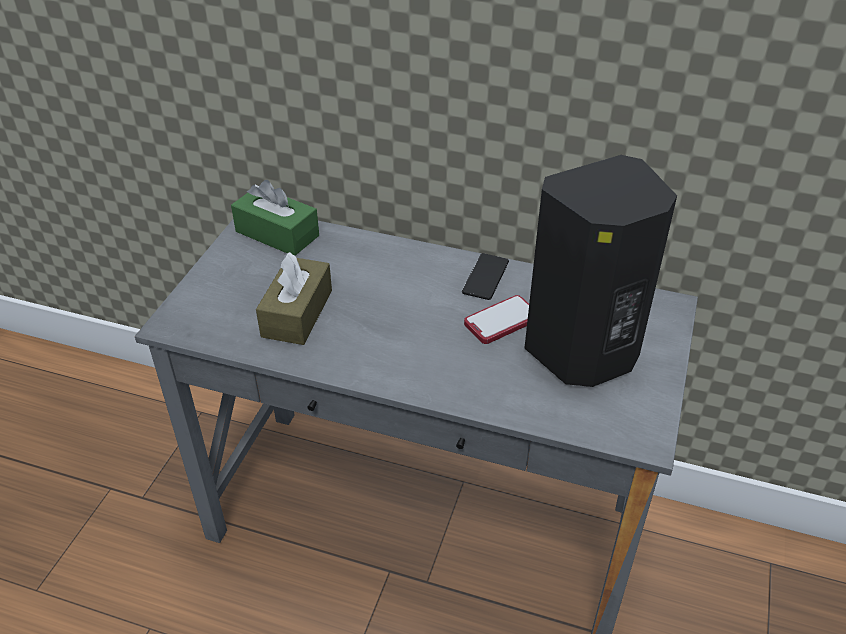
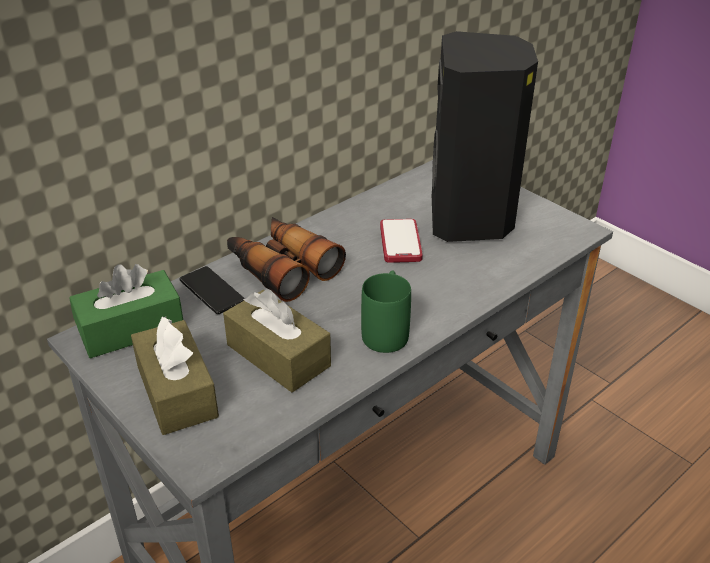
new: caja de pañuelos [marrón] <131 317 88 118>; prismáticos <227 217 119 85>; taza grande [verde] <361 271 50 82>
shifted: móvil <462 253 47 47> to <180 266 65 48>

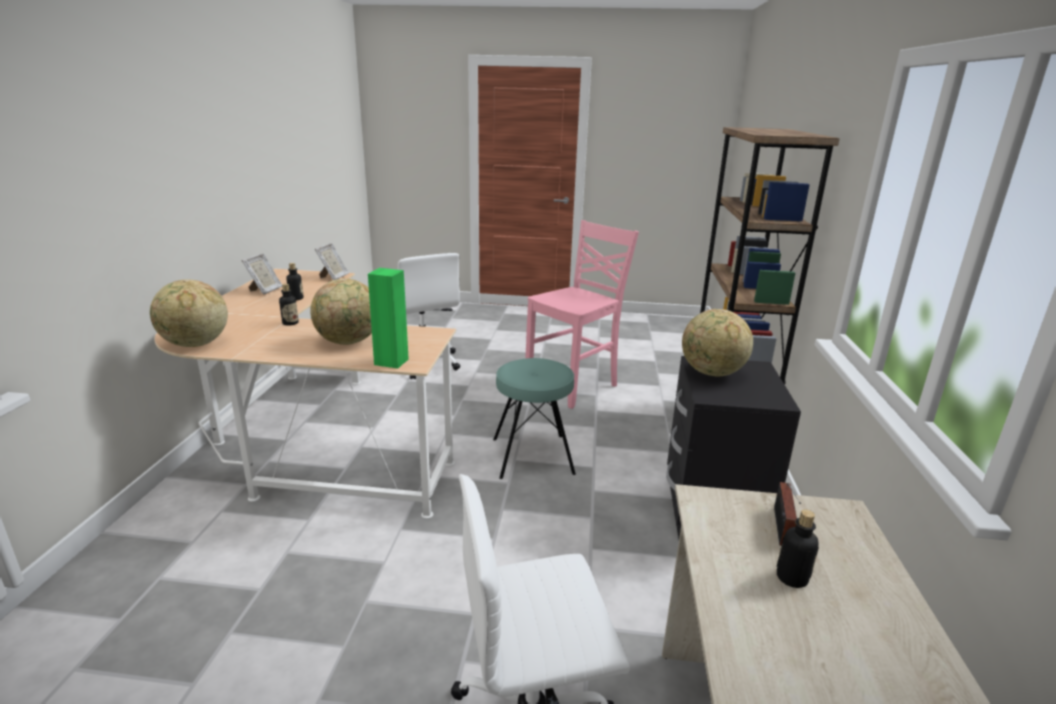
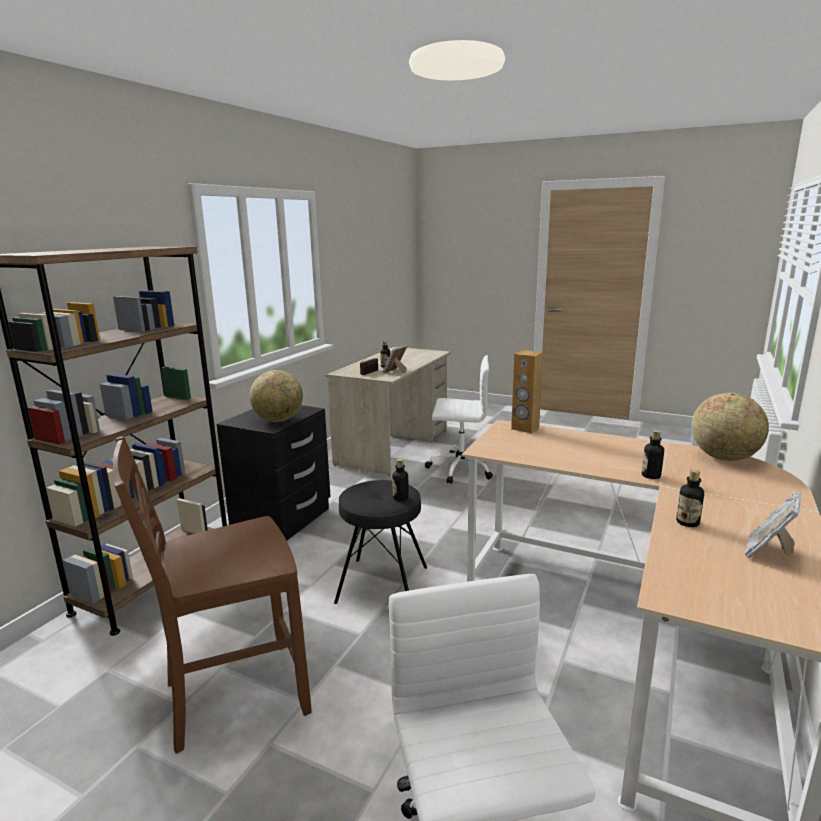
gone: globo terráqueo <310 278 62 67>
new: botella <392 459 17 42>
shifted: portarretratos <315 243 34 37> to <383 345 24 28>
repainted: altavoz [verde] <368 268 41 101> to altavoz [marrón] <511 350 32 83>; taburete [turquesa] <493 358 83 121> to taburete [negro] <334 480 93 124>; silla [rosa] <525 220 114 189> to silla [marrón] <112 436 200 318>

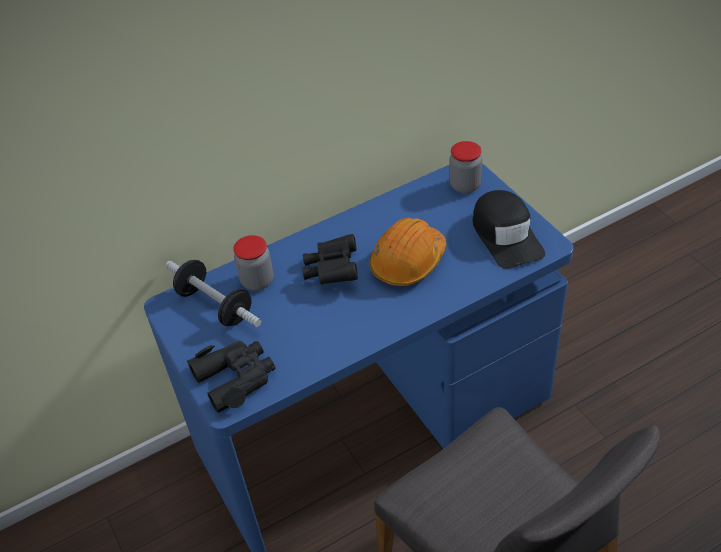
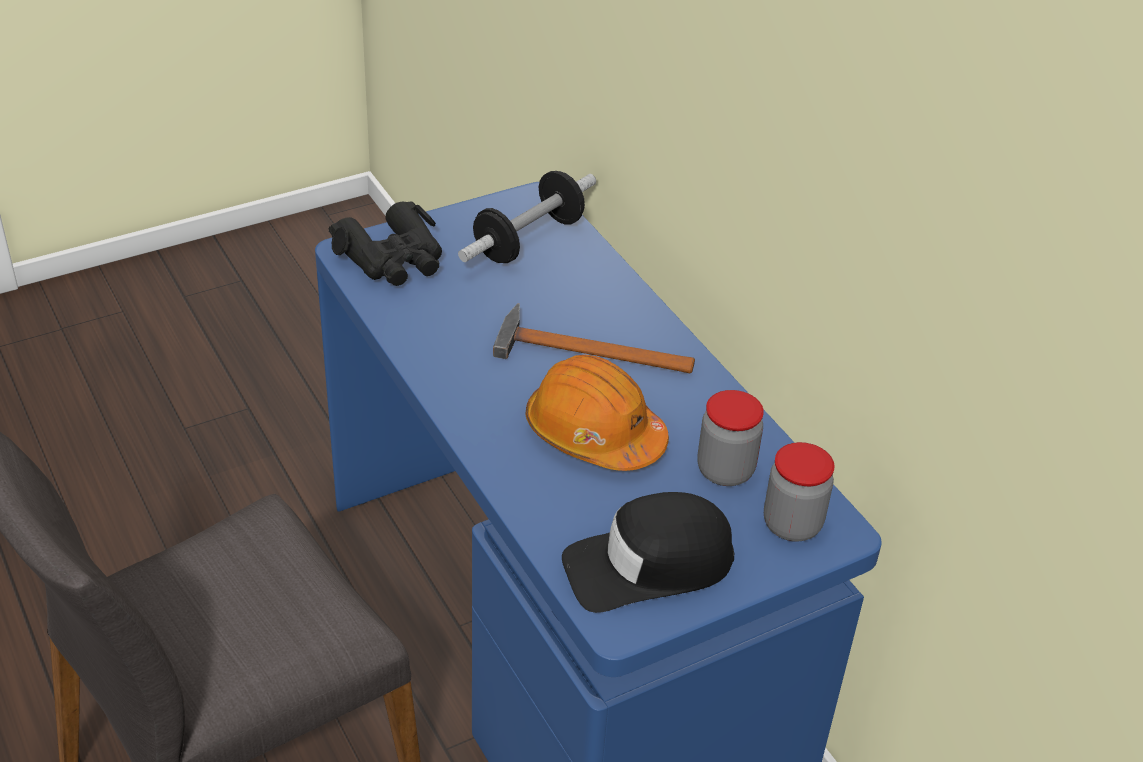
shifted: tarro <233 235 40 56> to <698 390 66 96>
swapped: prismáticos [negro] <302 234 56 51> to martillo <493 303 202 70>

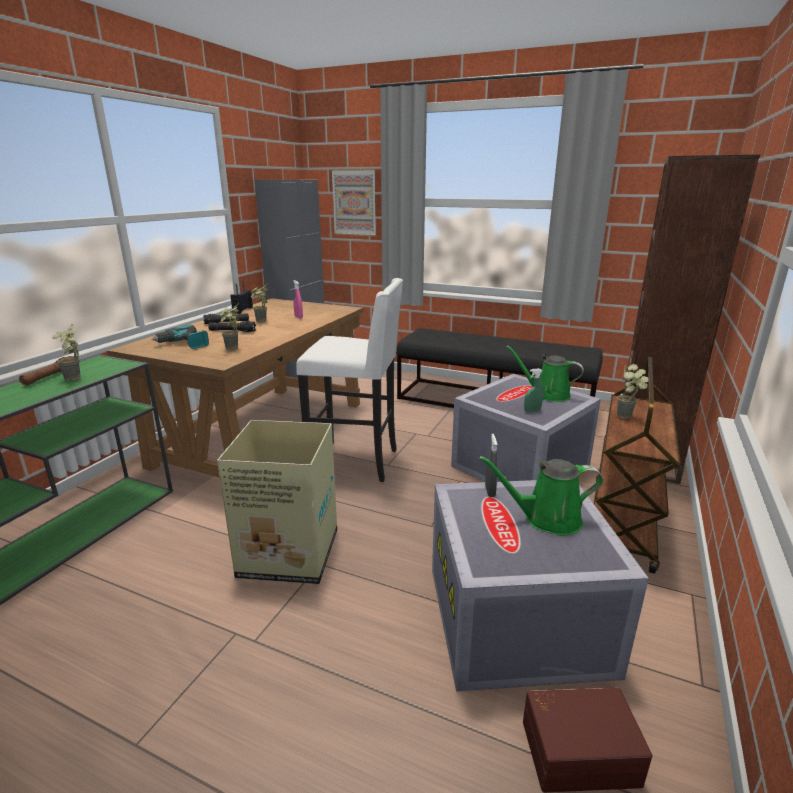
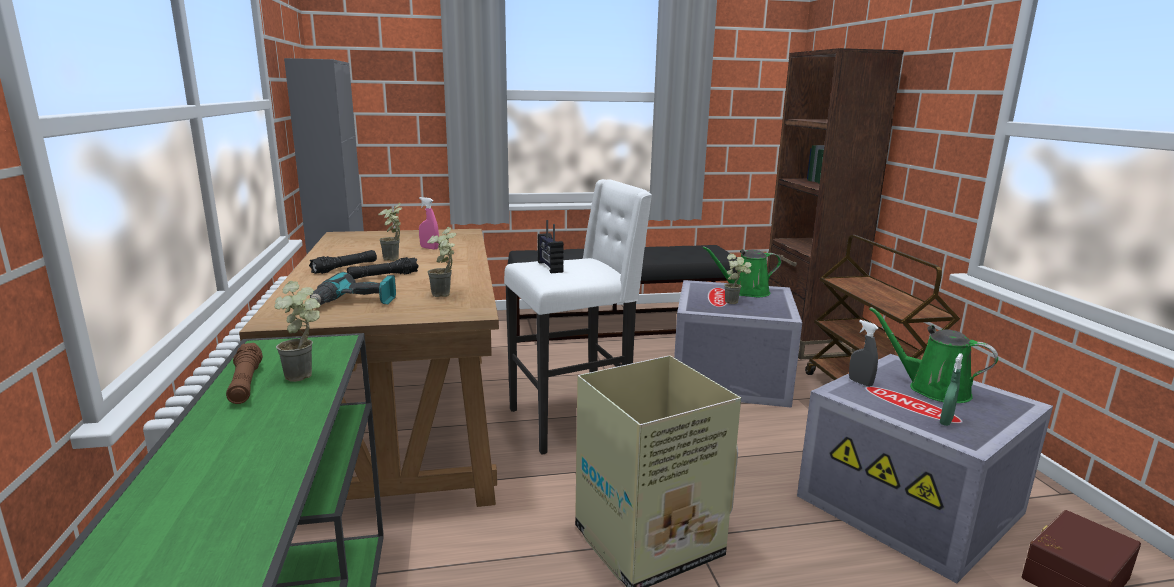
gone: cuadro <331 169 45 67>
shifted: radio <230 281 23 33> to <538 220 26 53>; pulverizador [verde] <524 368 19 44> to <940 353 23 73>; planta en maceta <617 364 31 55> to <724 253 28 51>
rotated: regadera [verde] <479 456 124 79> = <869 307 129 96> 75 degrees clockwise

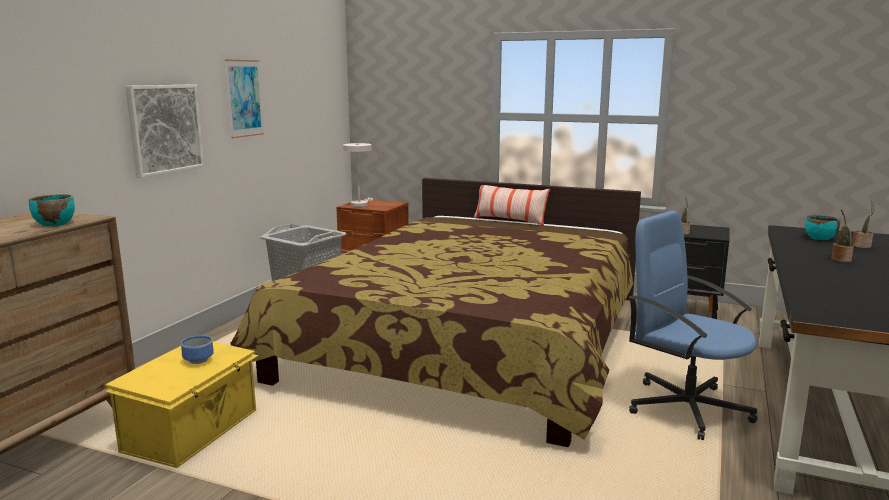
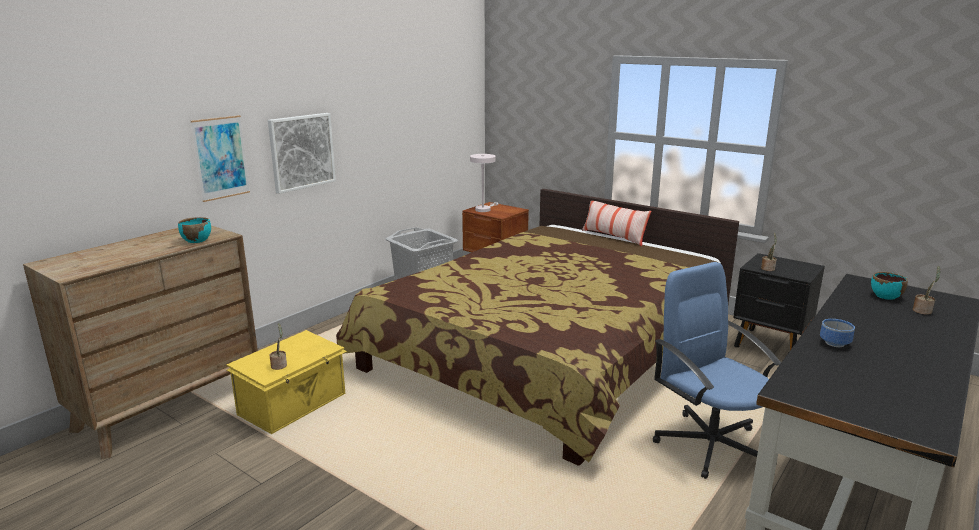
shifted: cuenco <181 335 33 29> to <820 319 35 28>; cuadro <225 59 39 79> to <191 115 59 87>; planta en maceta <831 209 23 53> to <269 323 18 47>

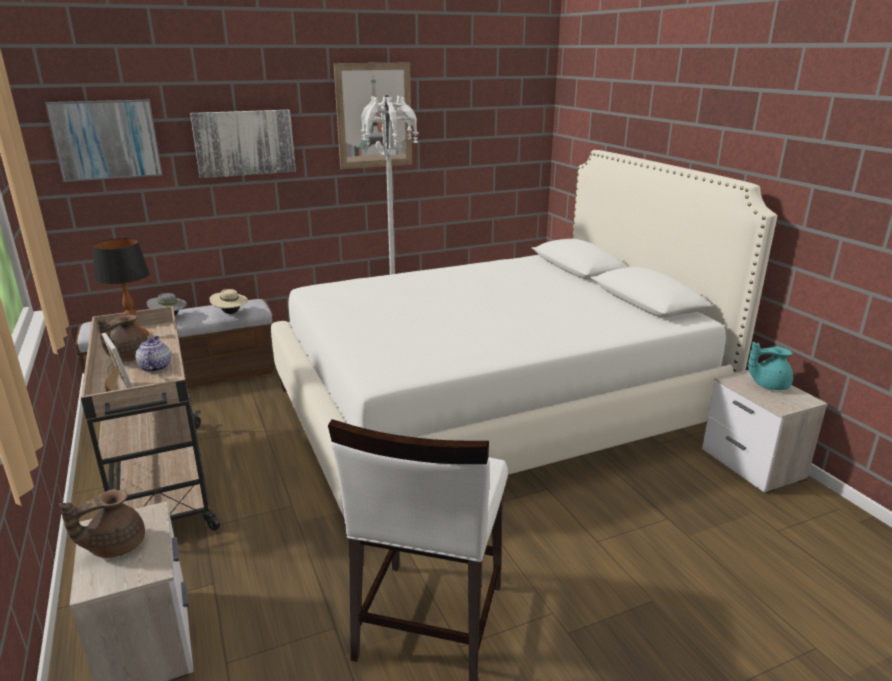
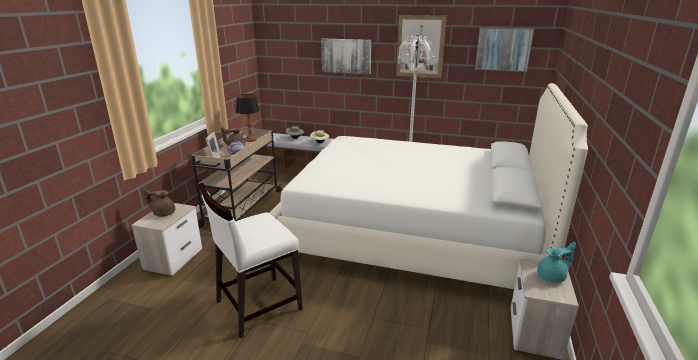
shifted: cuadro <45 99 118 83> to <475 27 59 45>
rotated: tetera [turquesa] <748 341 45 49> = <537 242 39 41> 120 degrees clockwise

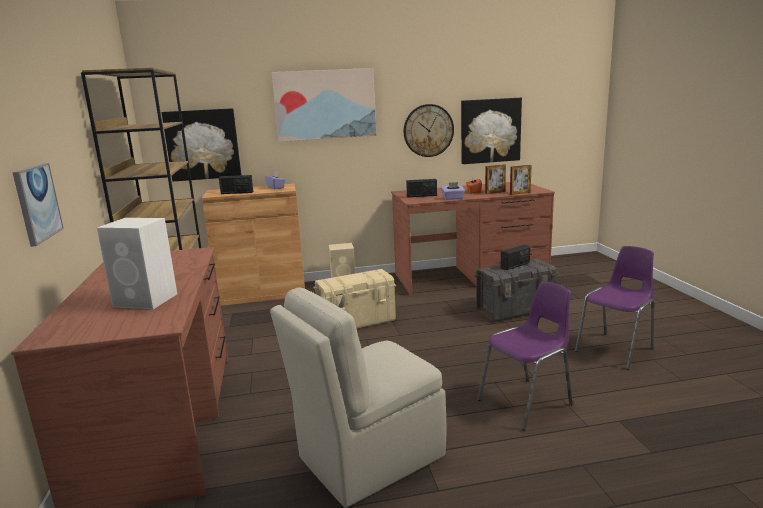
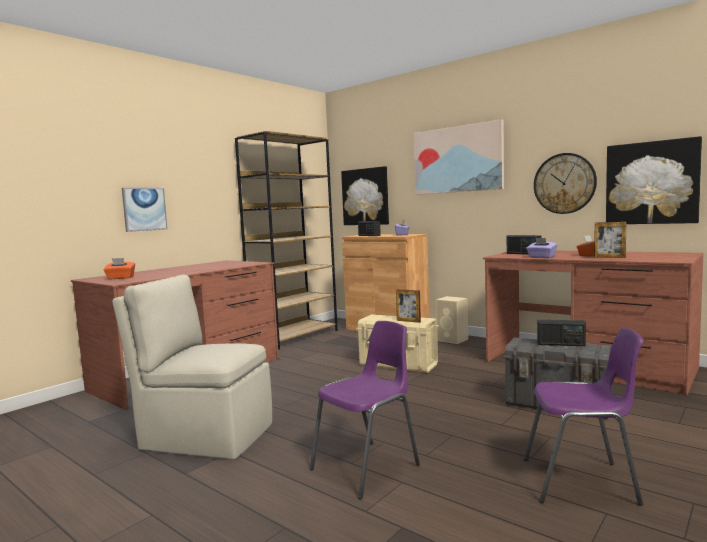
gone: altavoz [blanco] <97 218 80 91>
new: caja de pañuelos [naranja] <103 258 32 21>
shifted: portarretratos <510 165 22 30> to <396 289 25 34>
rotated: silla [morado] <478 281 95 150> = <310 321 110 178> 60 degrees counterclockwise

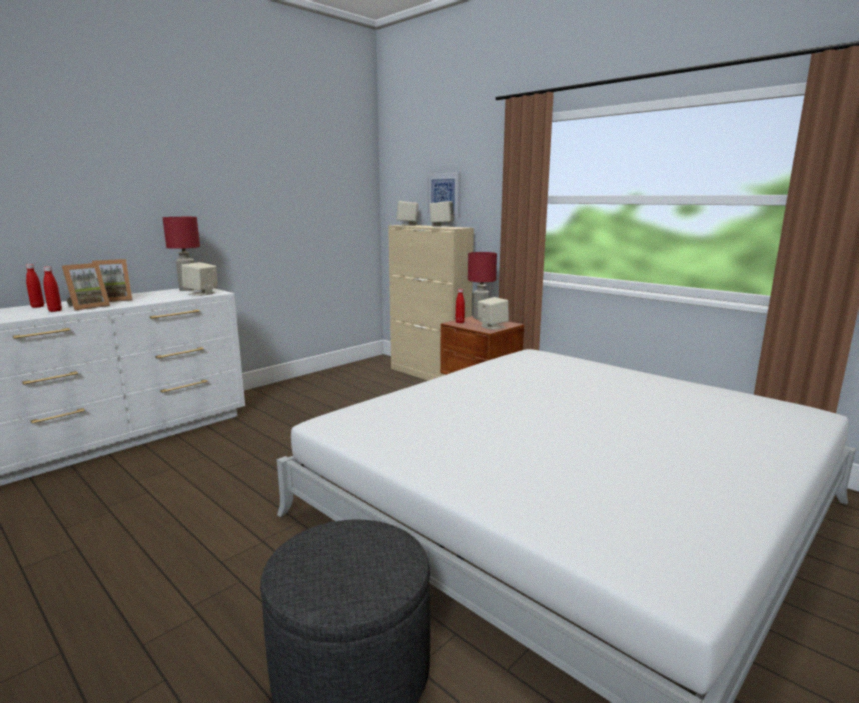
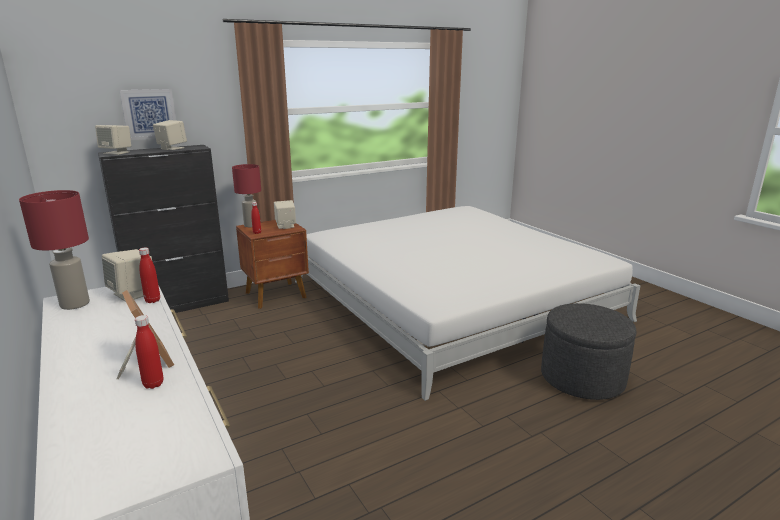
gone: portarretratos <92 259 40 43>
shifted: botella [rojo] <26 264 18 44> to <139 248 21 55>
repainted: armario [beis] <388 225 86 156> to armario [negro] <98 145 131 168>

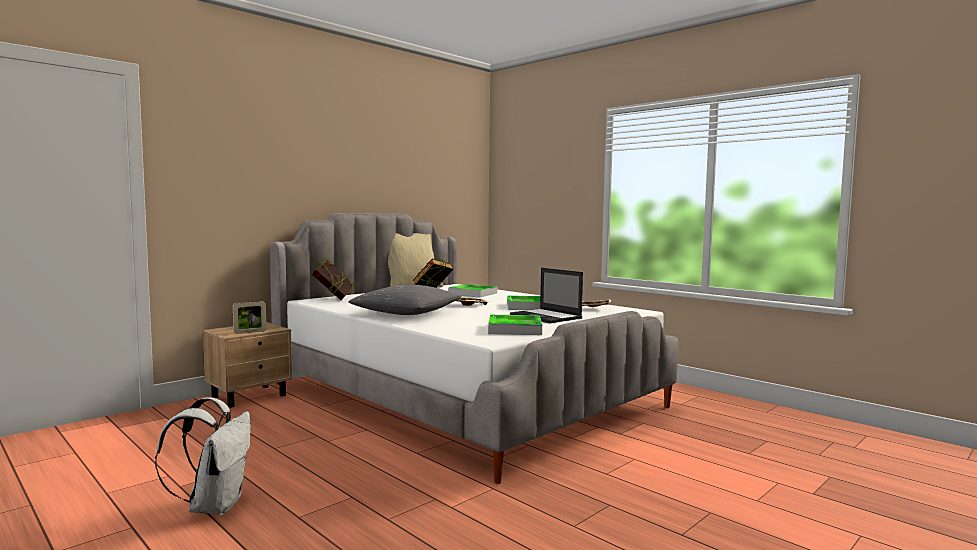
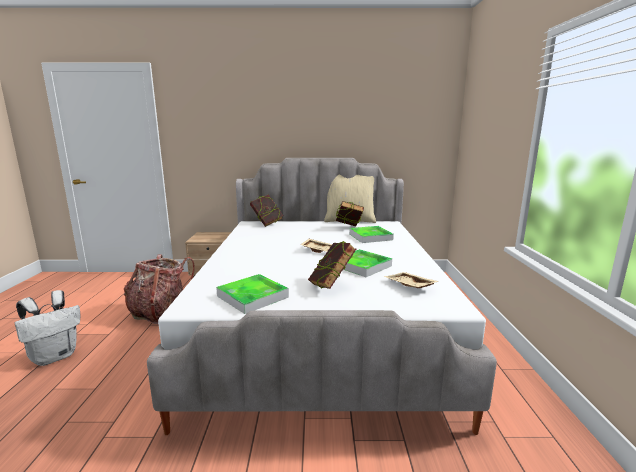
gone: portarretratos <233 301 33 33>; cojín [gris] <348 285 113 30>
new: mochila <124 254 71 70>
swapped: portátil <510 268 73 55> to libro <308 240 48 49>

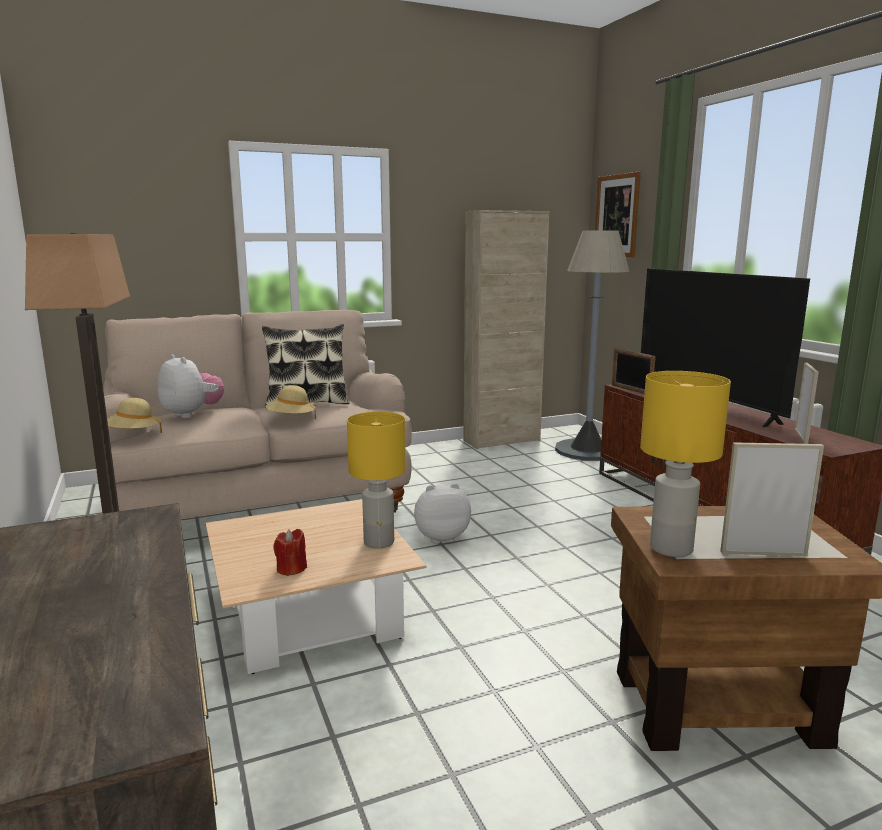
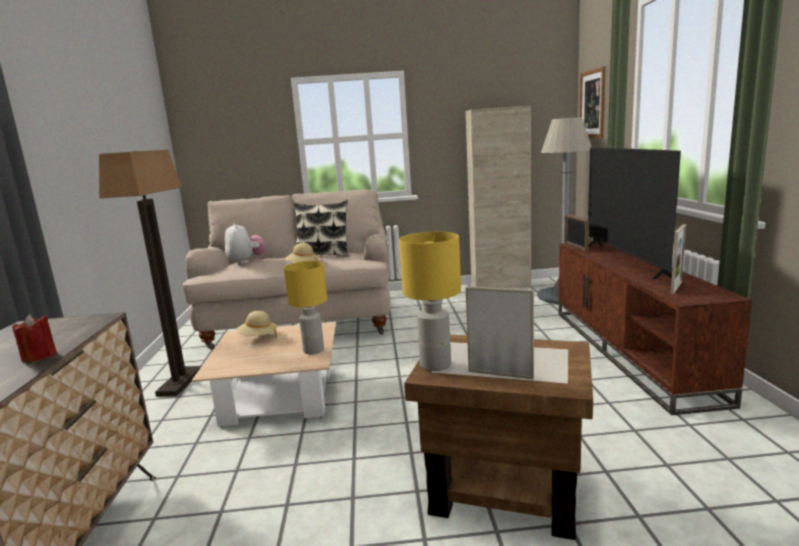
gone: peluche <414 483 57 61>
shifted: sombrero [beis] <107 398 55 35> to <236 311 41 27>; vela [rojo] <273 529 34 47> to <12 315 45 48>

